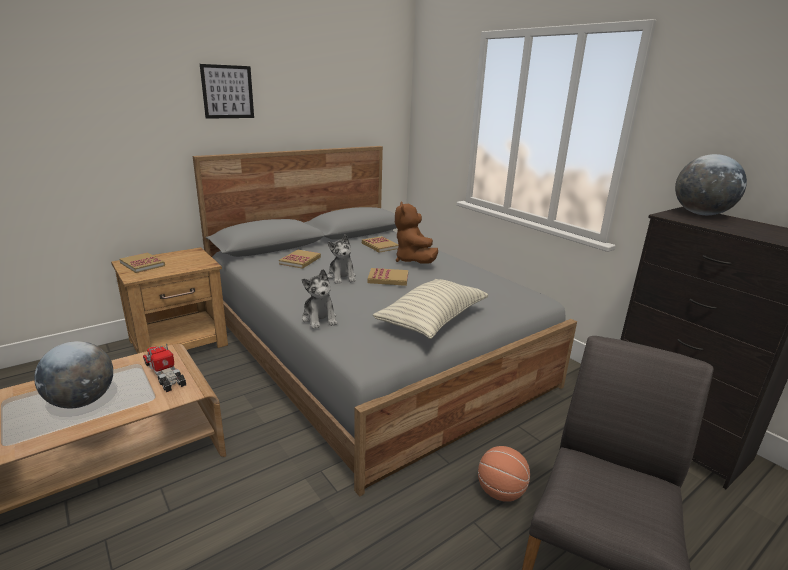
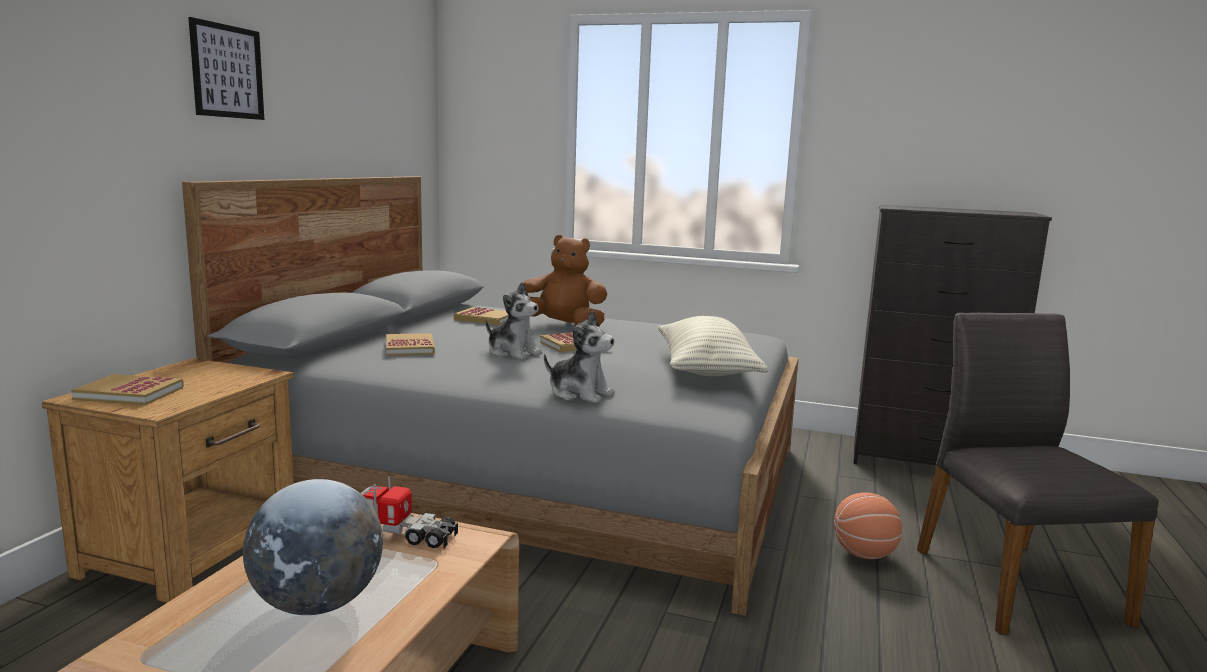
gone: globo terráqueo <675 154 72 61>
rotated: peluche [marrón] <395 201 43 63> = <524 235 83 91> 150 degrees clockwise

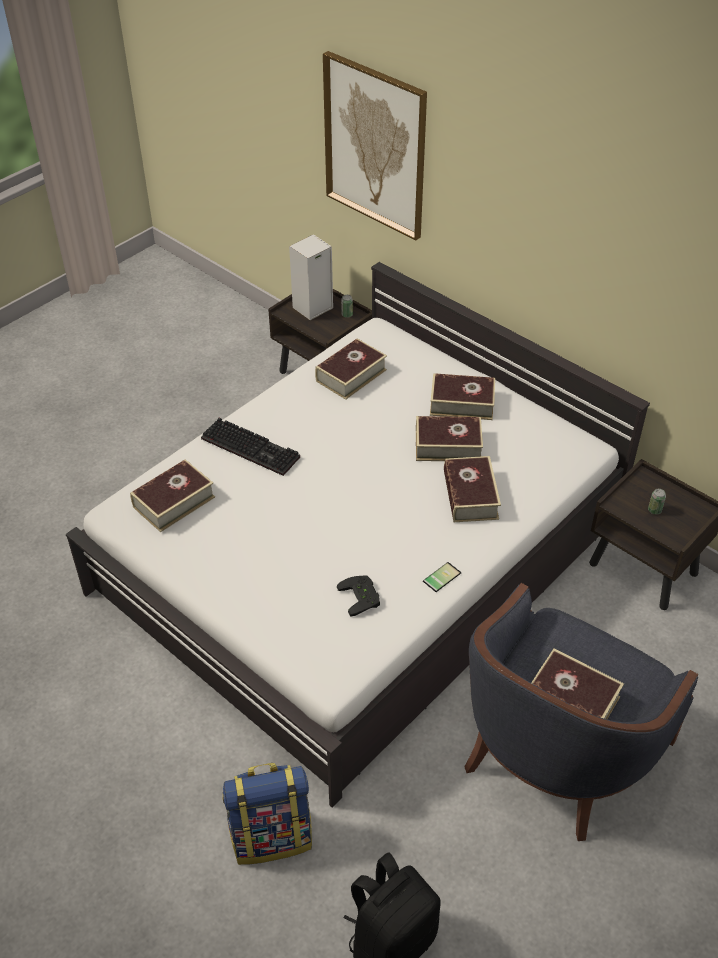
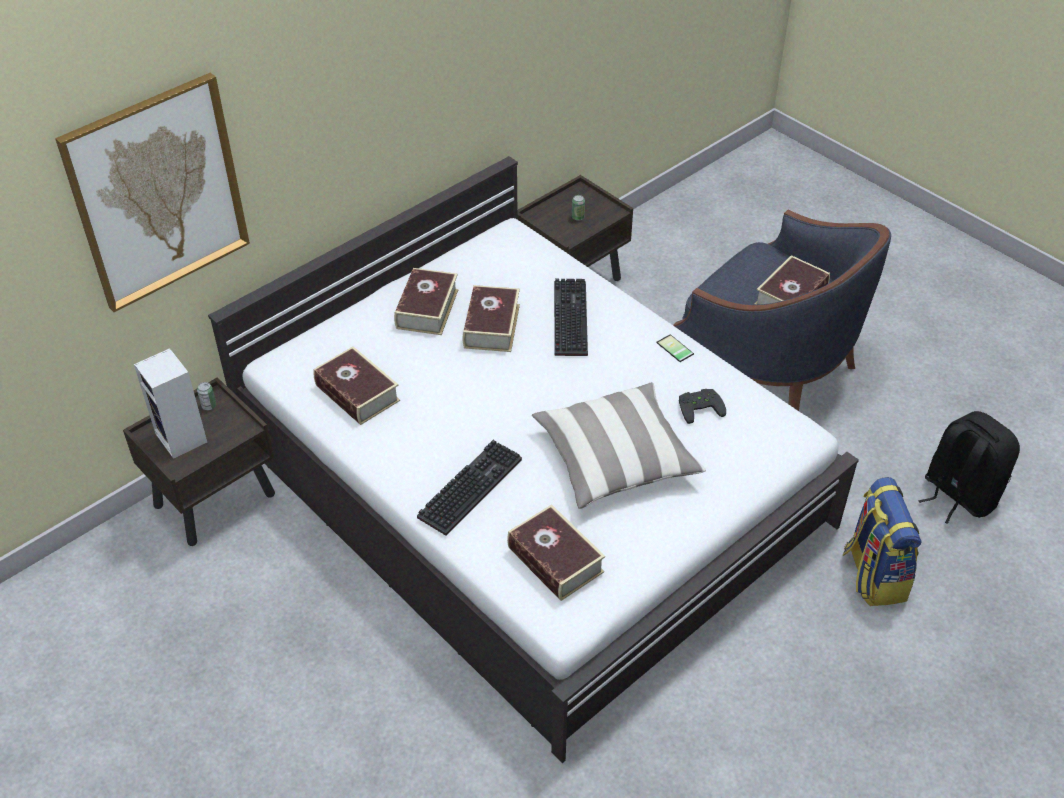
new: cojín <532 382 174 127>
swapped: libro <444 456 57 66> to teclado <554 278 34 78>

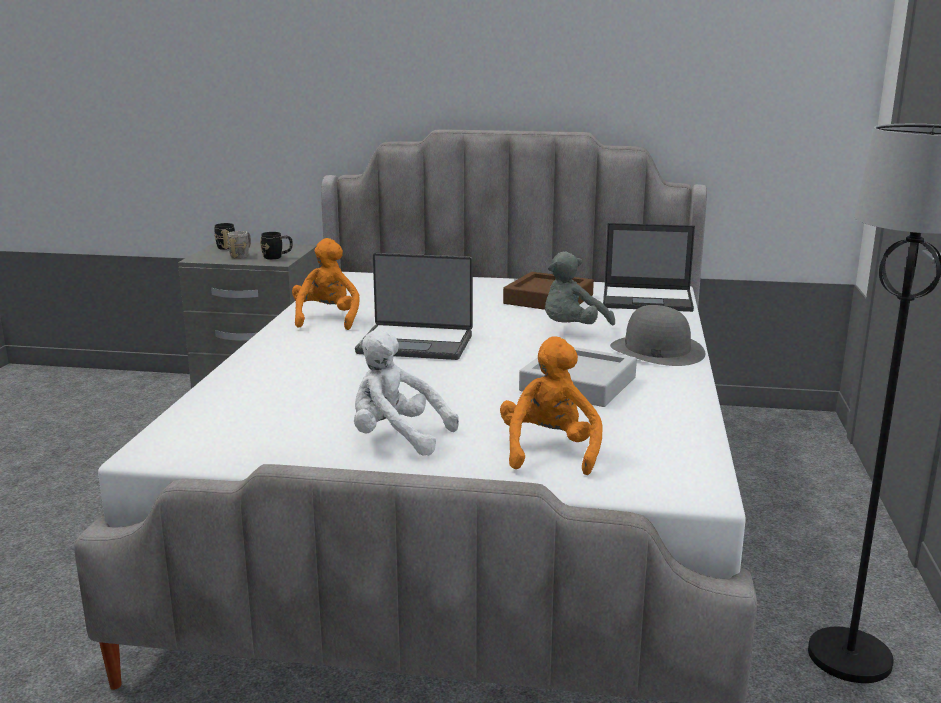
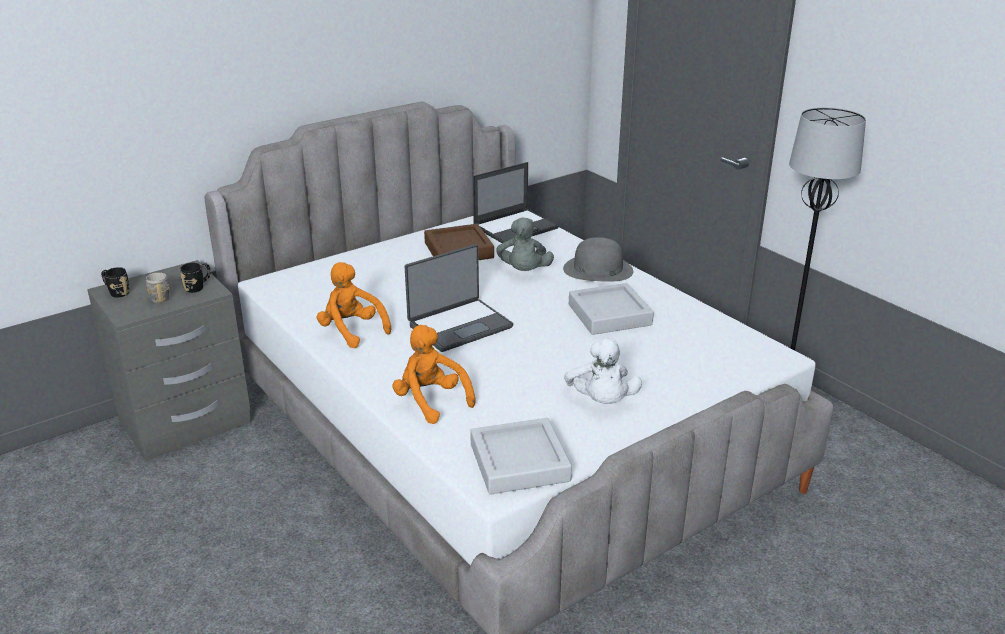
new: bandeja [gris] <470 418 102 77>
shifted: peluche [naranja] <500 336 102 139> to <392 325 84 99>
rotated: peluche [blanco] <354 330 105 126> = <564 338 78 66> 75 degrees counterclockwise

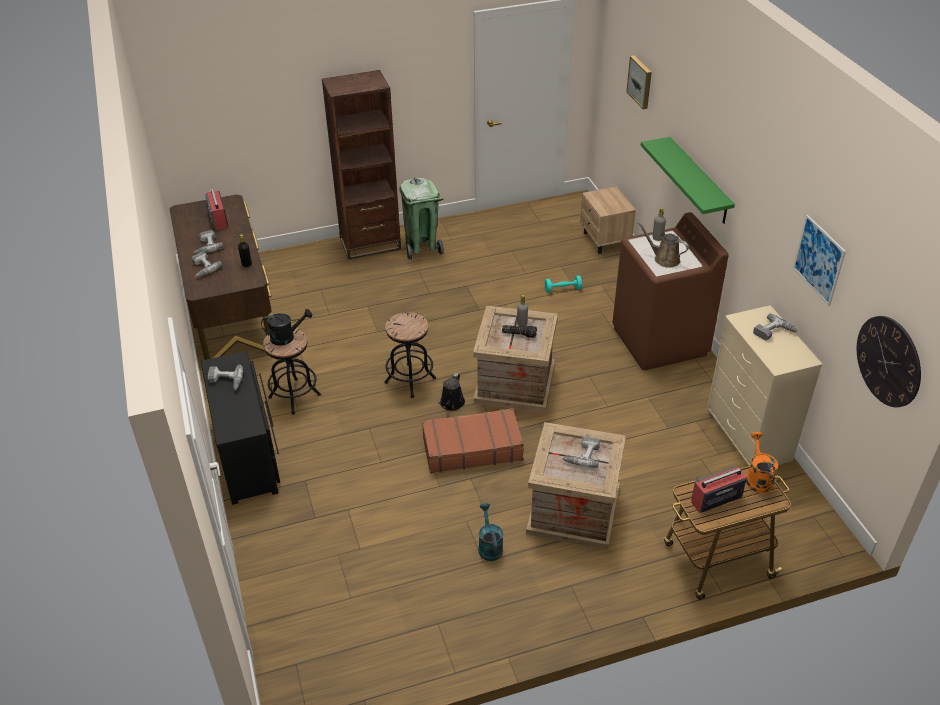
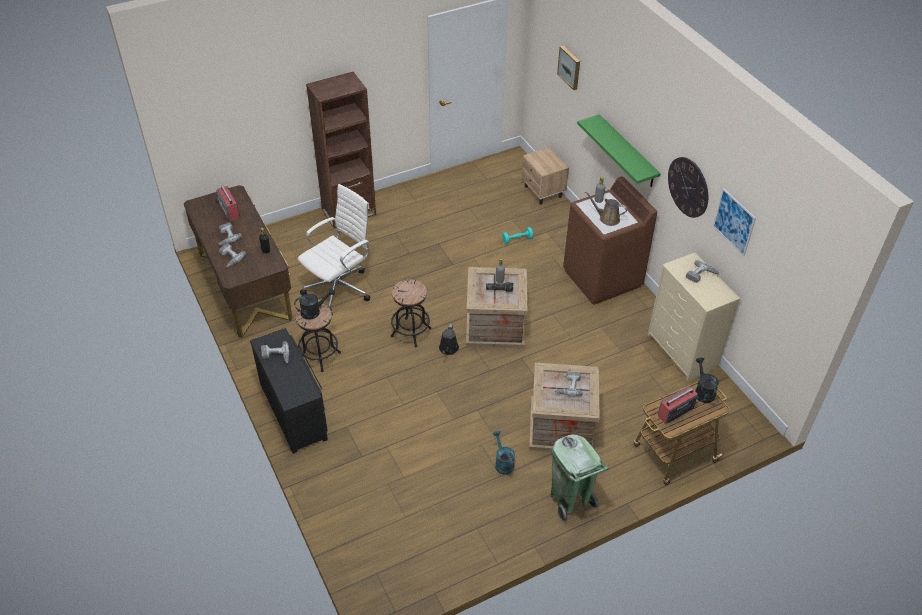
gone: maleta [marrón] <422 408 102 65>
new: silla de oficina [blanco] <298 184 72 131>
shifted: papelera [verde] <399 178 45 83> to <550 434 59 88>; reloj de pared <857 316 64 91> to <668 157 40 61>
repainted: regadera [naranja] <746 432 32 61> to regadera [negro] <695 358 24 45>

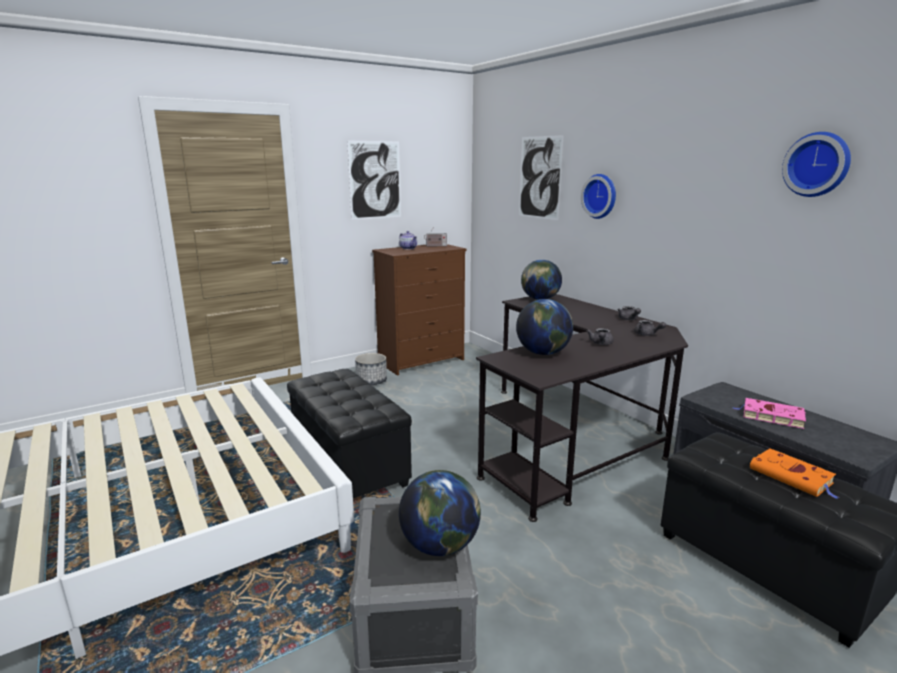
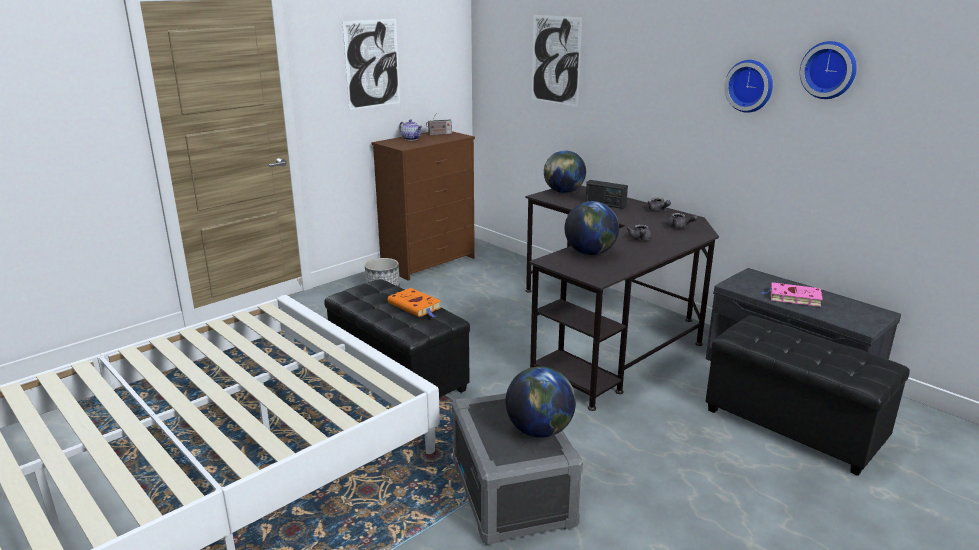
new: radio <586 180 42 29>
shifted: reloj de pared <581 174 35 45> to <724 60 49 53>; libro [naranja] <750 448 89 51> to <388 288 53 29>

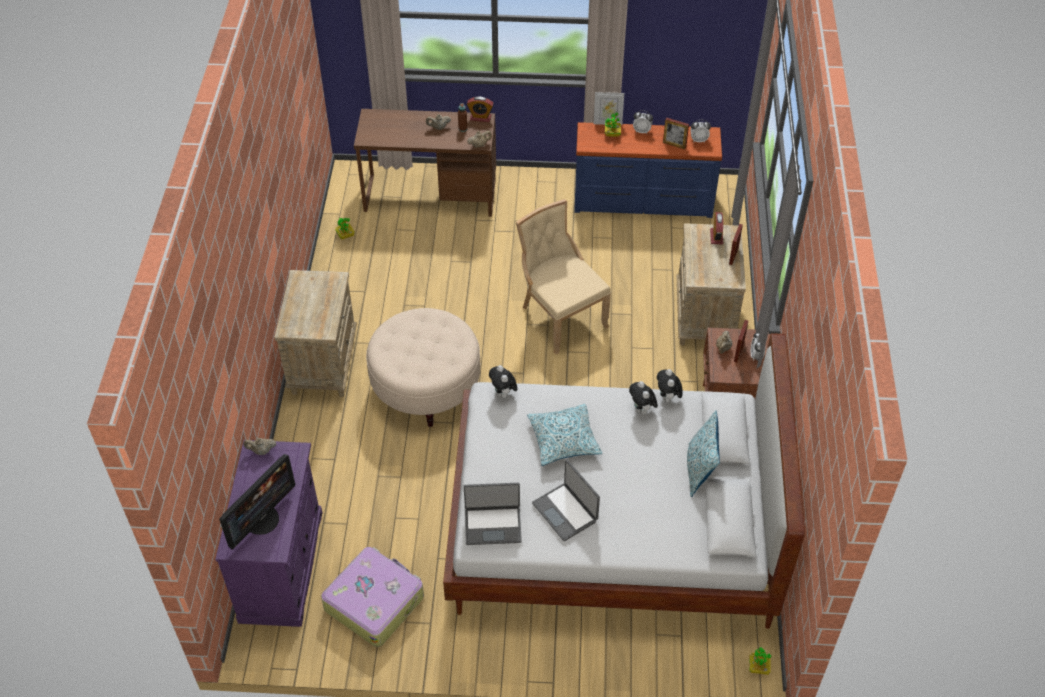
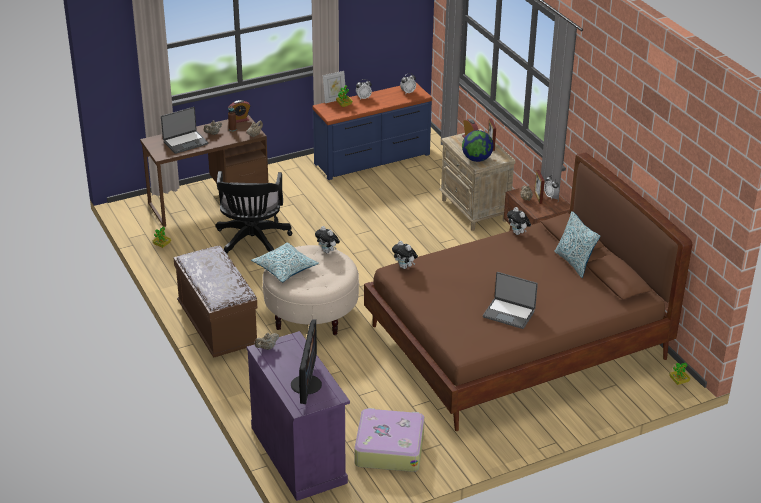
gone: silla [beis] <516 199 95 156>; portarretratos <663 118 26 31>
new: silla de oficina [negro] <215 171 78 83>; globo terráqueo <462 130 31 32>
shifted: portátil <464 483 58 62> to <161 107 47 47>; cojín <527 404 76 62> to <251 242 68 41>; peluche <629 381 29 35> to <315 226 25 27>
swapped: mesita de noche [beis] <274 270 83 127> to banco [marrón] <173 246 86 111>
repainted: cama [blanco] <443 333 362 296> to cama [marrón] <364 153 328 278>

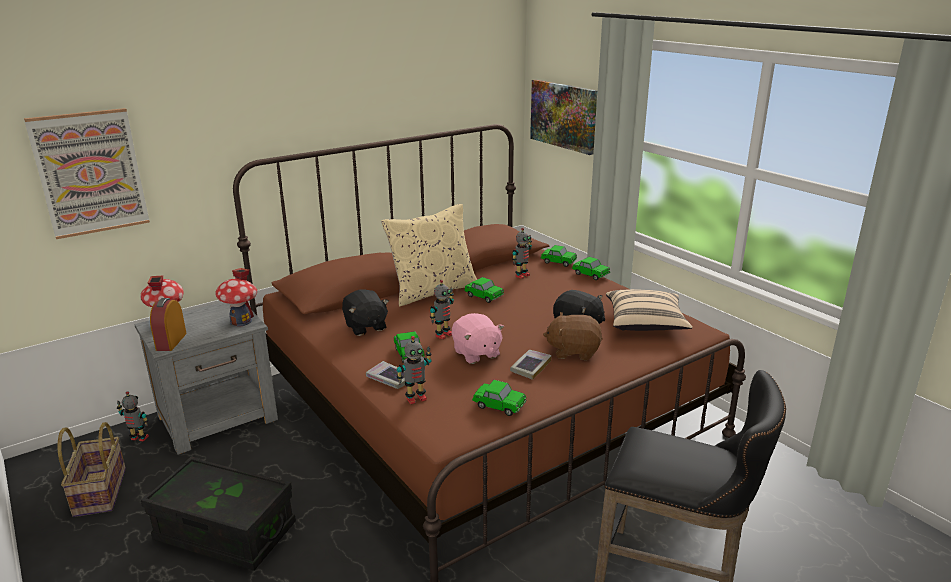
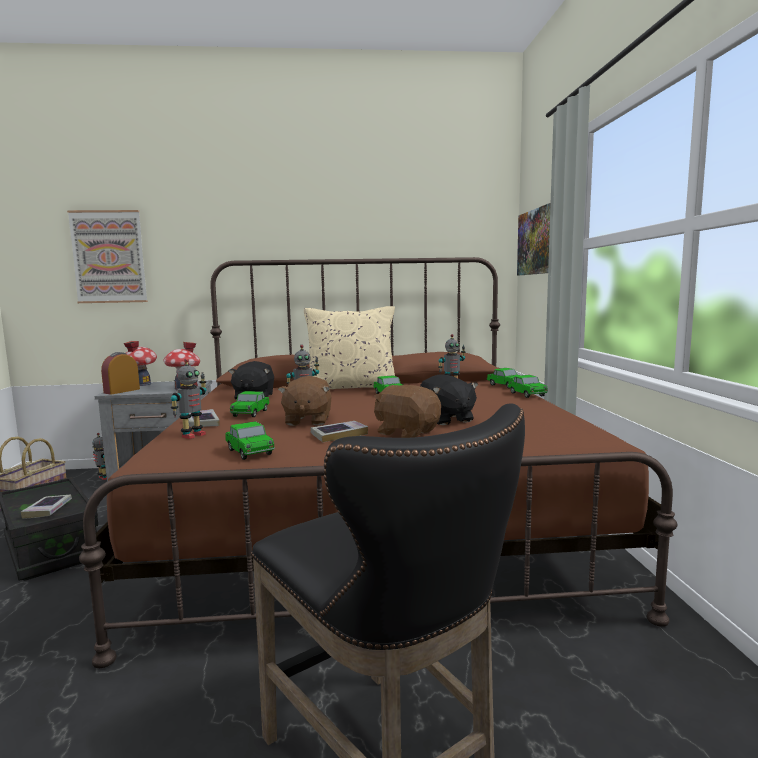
gone: cojín [beis] <606 289 87 42>
new: libro <21 495 51 24>
repainted: peluche [rosa] <452 313 52 51> to peluche [marrón] <278 376 54 50>
rotated: robot de juguete <397 336 35 68> = <171 358 36 81> 60 degrees counterclockwise

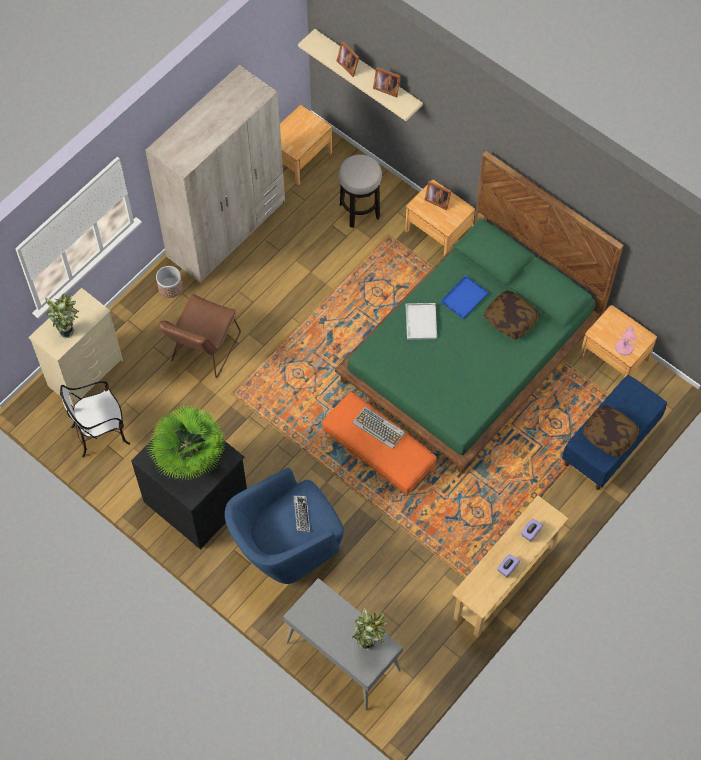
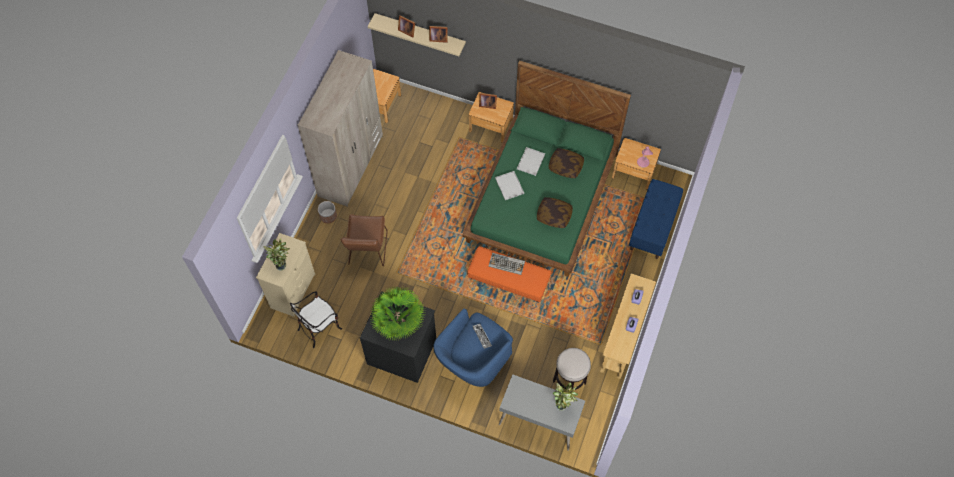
shifted: taburete <338 154 44 74> to <553 348 38 42>; cojín <583 405 57 52> to <537 197 36 31>
repainted: bandeja [azul] <441 276 48 43> to bandeja [blanco] <517 147 28 29>

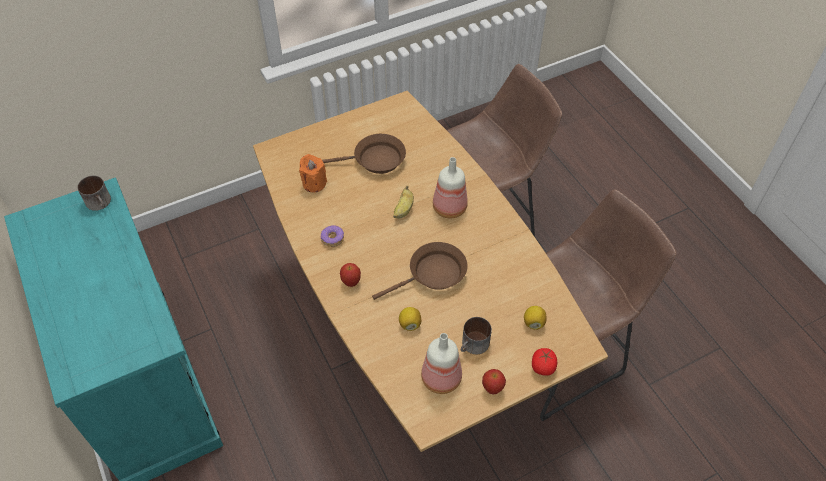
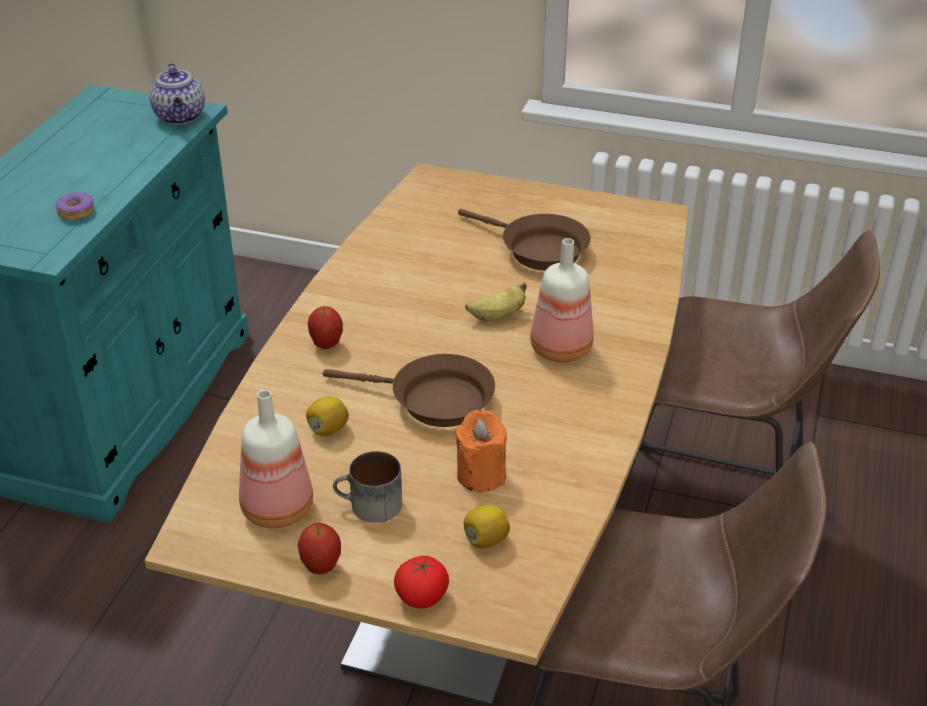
shifted: vela [naranja] <299 154 28 38> to <455 410 52 82>; rosquilla <320 225 24 22> to <56 192 38 28>
swapped: taza grande <77 176 34 35> to tetera <149 63 56 62>

